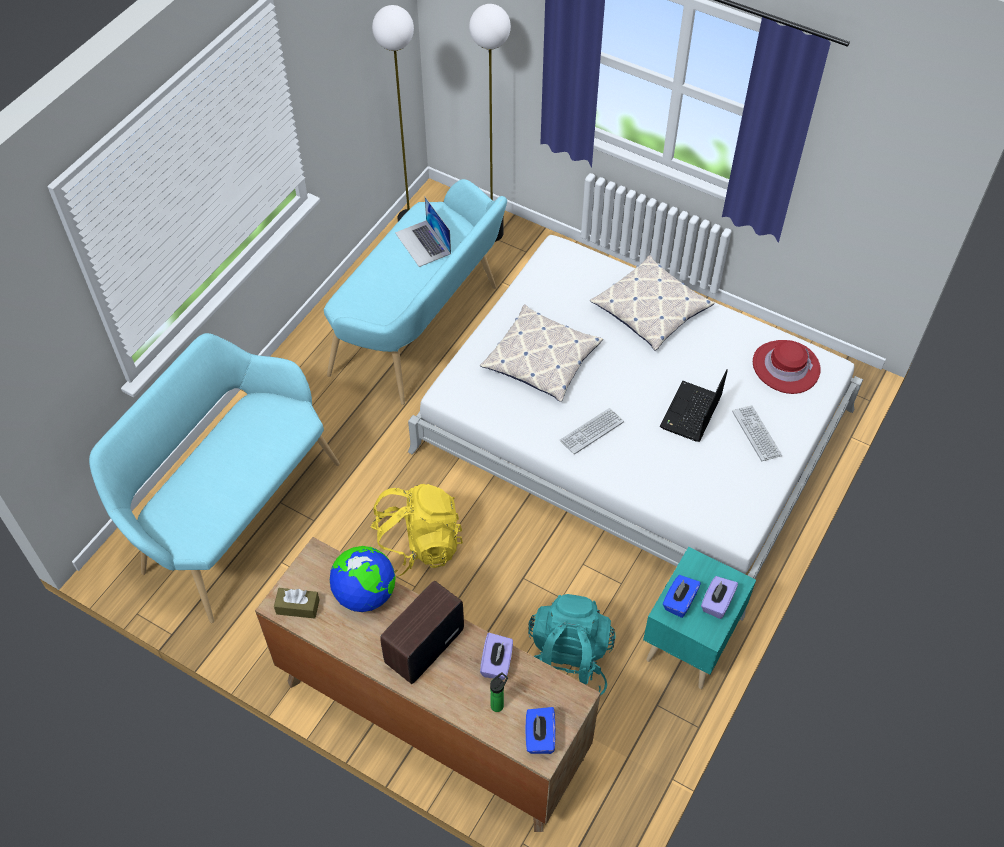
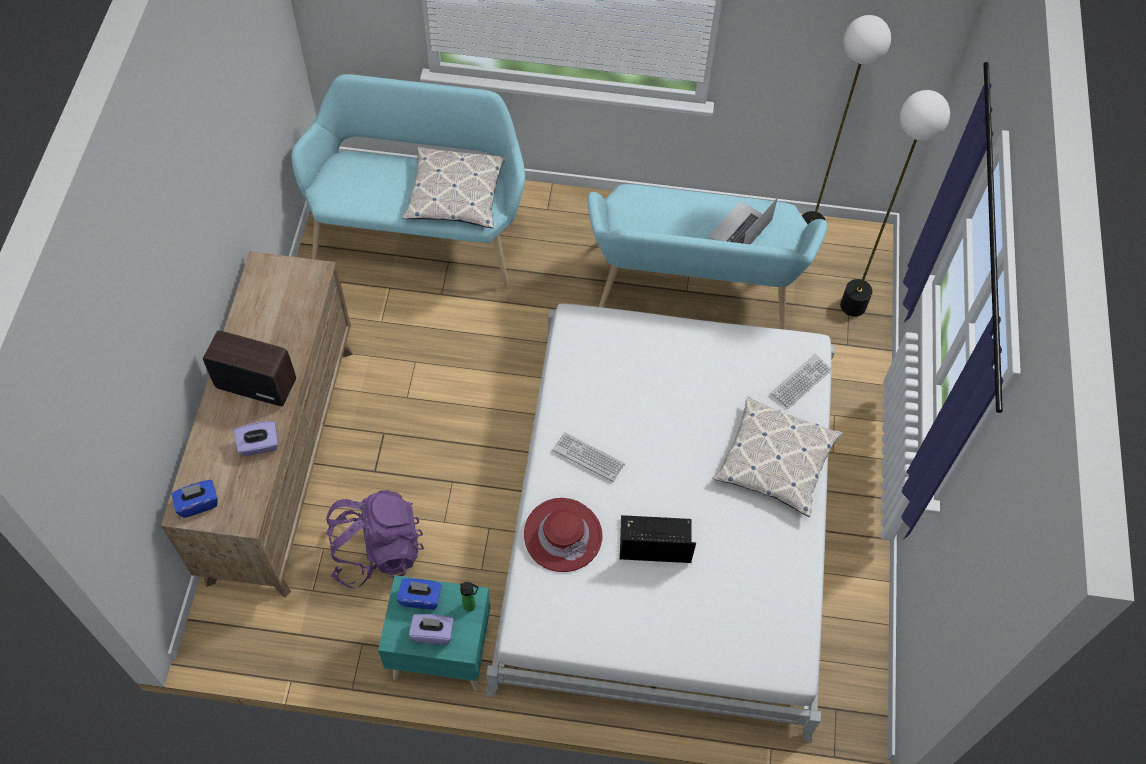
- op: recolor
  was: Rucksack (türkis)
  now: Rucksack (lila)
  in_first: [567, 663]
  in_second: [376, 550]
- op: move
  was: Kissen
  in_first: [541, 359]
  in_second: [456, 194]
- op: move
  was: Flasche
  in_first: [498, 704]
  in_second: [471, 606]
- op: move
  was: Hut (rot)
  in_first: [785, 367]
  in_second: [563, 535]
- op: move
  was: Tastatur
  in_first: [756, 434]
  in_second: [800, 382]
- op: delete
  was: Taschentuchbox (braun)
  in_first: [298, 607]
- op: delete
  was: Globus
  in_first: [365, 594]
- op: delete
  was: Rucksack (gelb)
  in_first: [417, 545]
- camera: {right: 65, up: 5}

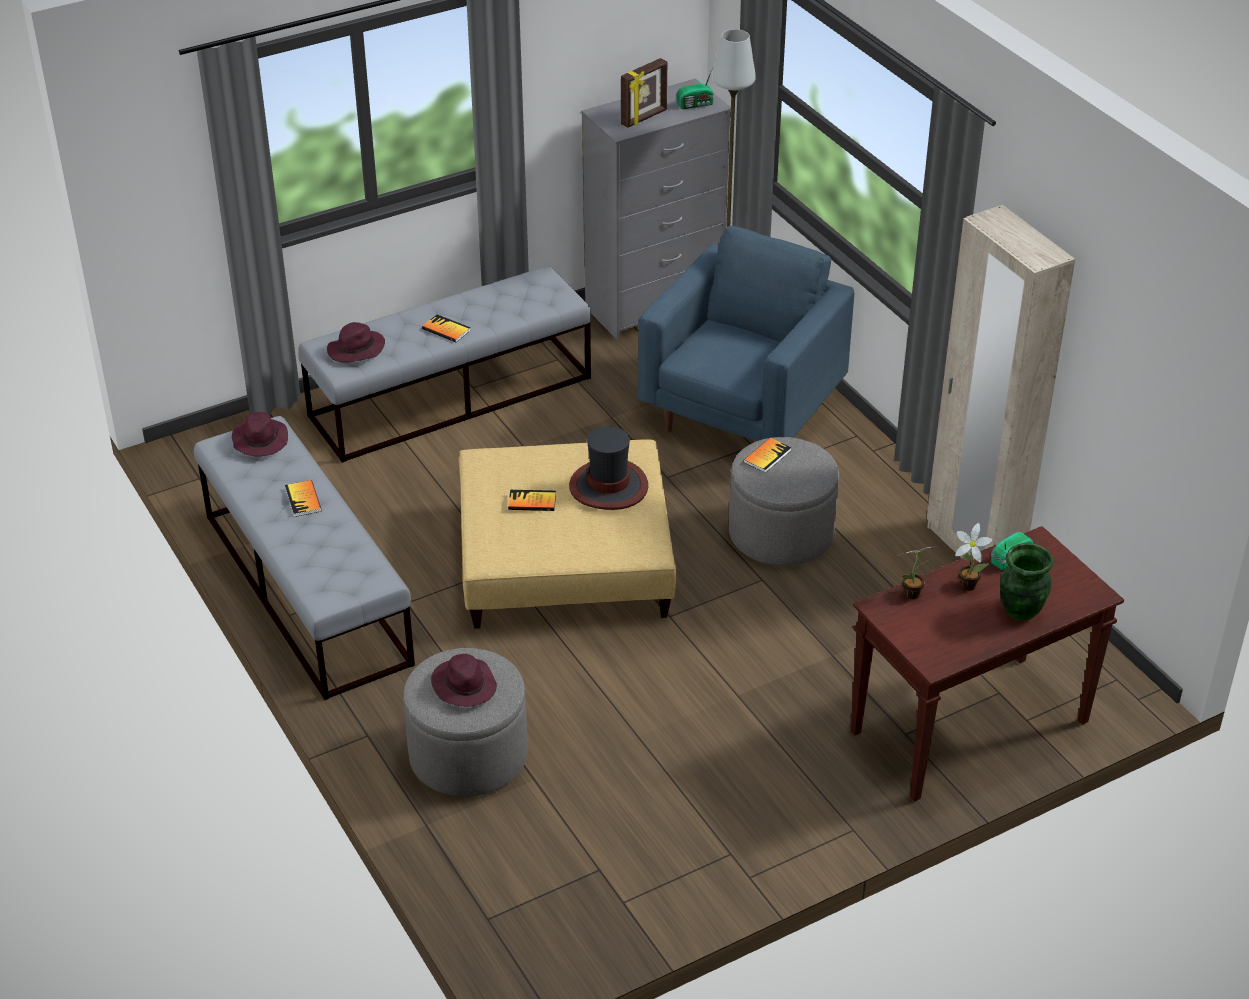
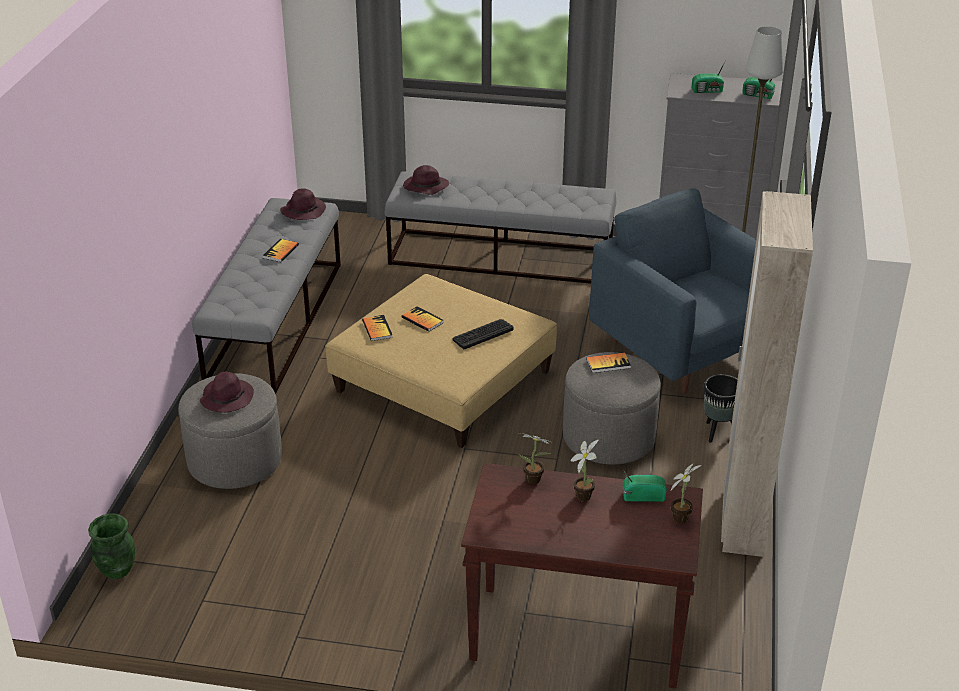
- op: move
  was: Vase (grün)
  in_first: [1020, 611]
  in_second: [116, 570]
- op: move
  was: Buch
  in_first: [446, 330]
  in_second: [377, 329]
- op: replace
  was: Hut
  now: Tastatur
  in_first: [609, 486]
  in_second: [482, 334]
- op: rotate
  was: Sessel (blau)
  in_first: [742, 413]
  in_second: [681, 351]
  clockwise: -105
- op: insert
  now: Topfpflanze
  in_second: [681, 517]
- op: replace
  was: Bilderrahmen
  now: Radio
  in_first: [644, 118]
  in_second: [708, 91]
- op: insert
  now: Pflanzkübel (schwarz)
  in_second: [717, 432]
- camera: {right: 40, up: -5}

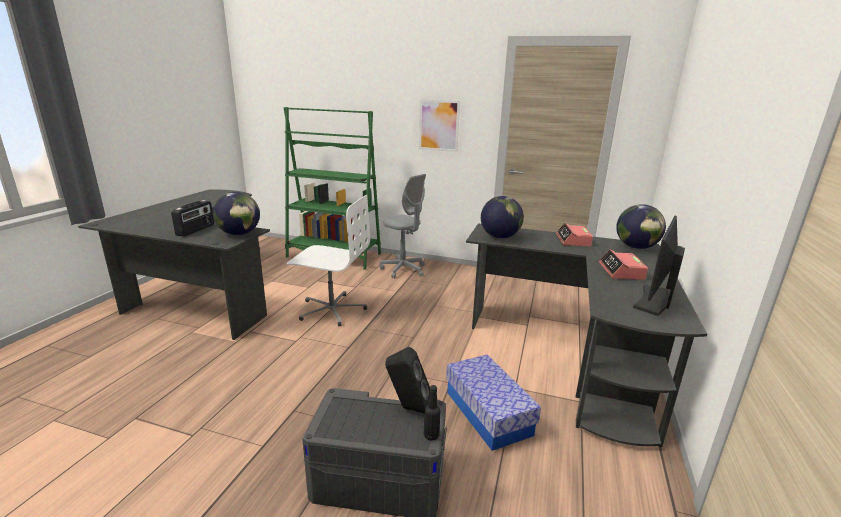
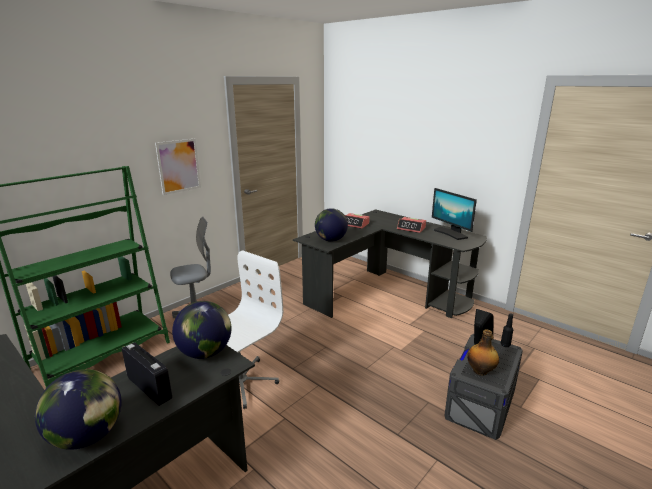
- op: move
  was: Globus
  in_first: [636, 247]
  in_second: [88, 436]
- op: insert
  now: Flasche
  in_second: [480, 371]
- op: delete
  was: Aufbewahrungsbox
  in_first: [488, 413]
- camera: {right: -65, up: 0}

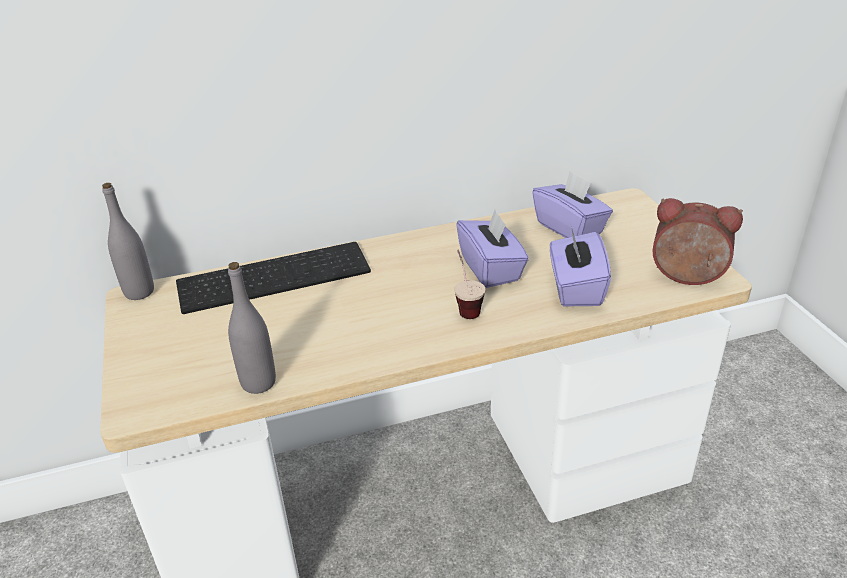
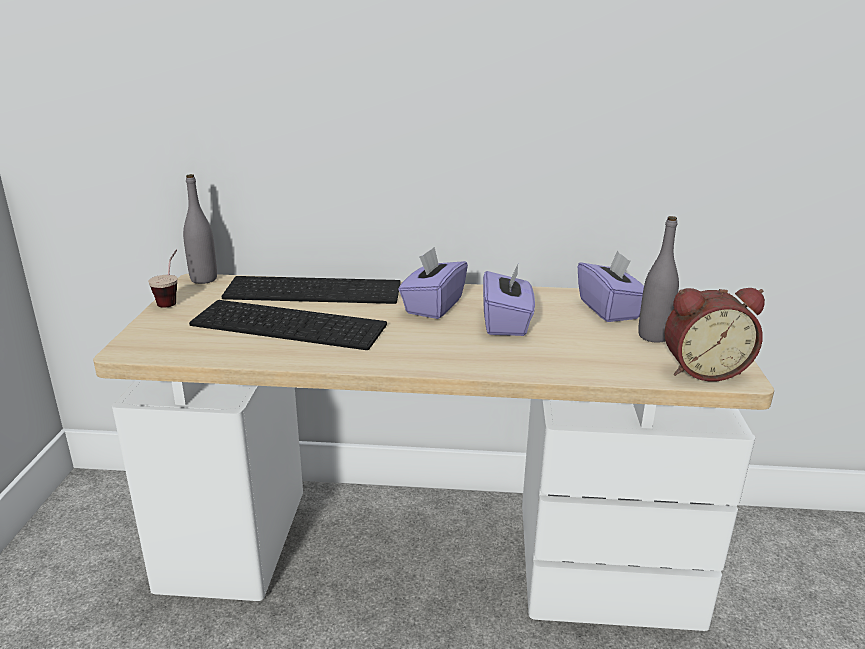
- op: move
  was: Tasse
  in_first: [466, 306]
  in_second: [171, 300]
- op: insert
  now: Tastatur
  in_second: [292, 324]
- op: move
  was: Taschentuchbox (lila)
  in_first: [575, 288]
  in_second: [433, 306]
- op: move
  was: Flasche (grau)
  in_first: [258, 383]
  in_second: [653, 336]
- op: rotate
  was: Wecker
  in_first: [686, 278]
  in_second: [703, 369]
  clockwise: 135
- camera: {right: 20, up: -10}

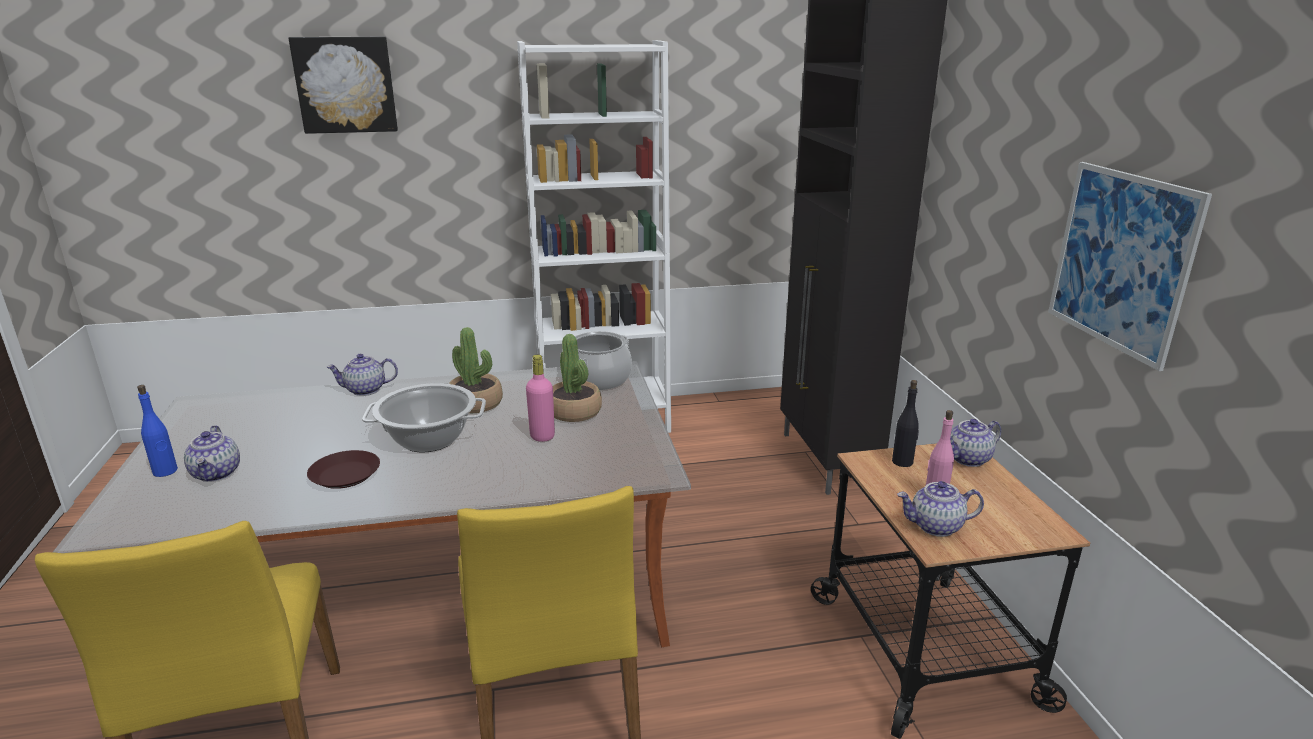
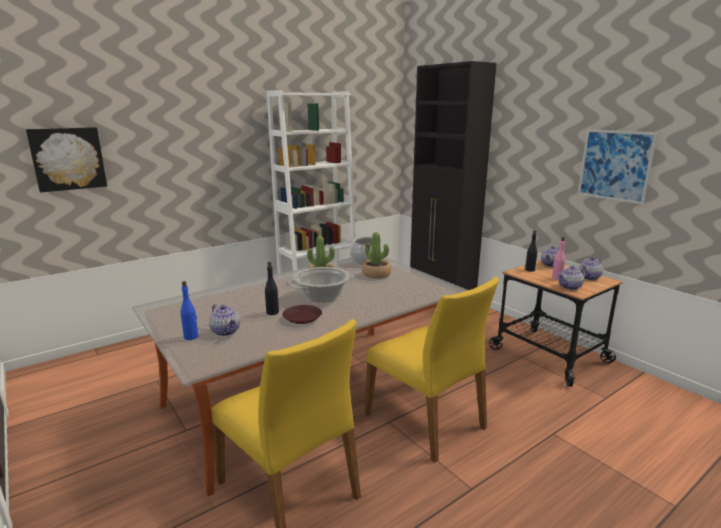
- op: move
  was: Bild
  in_first: [345, 85]
  in_second: [68, 158]
- op: insert
  now: Flasche (schwarz)
  in_second: [272, 312]
- op: move
  was: Teekanne
  in_first: [365, 390]
  in_second: [589, 277]
- op: delete
  was: Flasche (rosa)
  in_first: [542, 436]
- camera: {right: -25, up: -5}

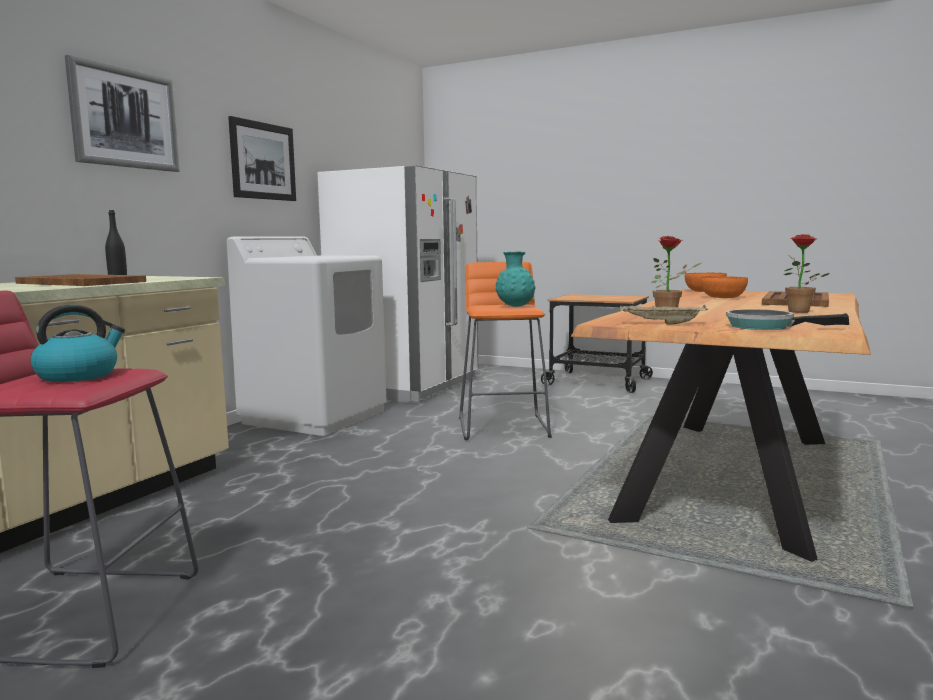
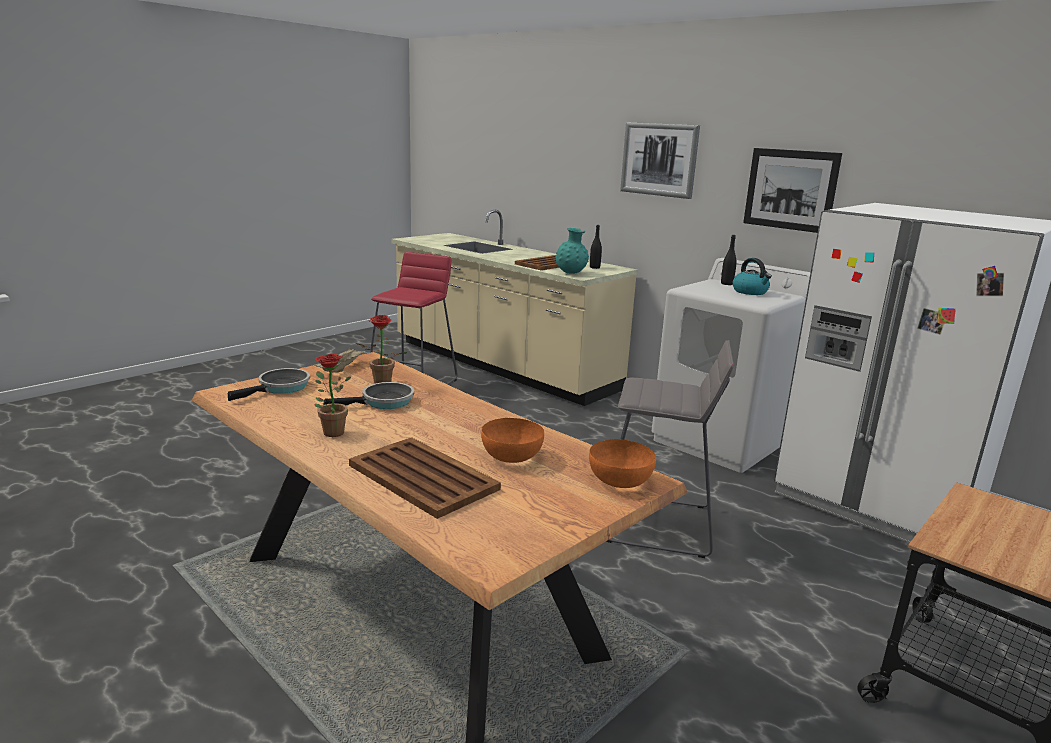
- op: insert
  now: Pfanne
  in_second: [383, 402]
- op: move
  was: Vase (türkis)
  in_first: [515, 306]
  in_second: [571, 273]
- op: recolor
  was: Hocker (orange)
  now: Hocker (grau)
  in_first: [504, 427]
  in_second: [658, 524]
- op: insert
  now: Flasche (schwarz)
  in_second: [726, 284]
- op: move
  was: Wasserkessel
  in_first: [79, 375]
  in_second: [750, 292]
- camera: {right: 105, up: 10}

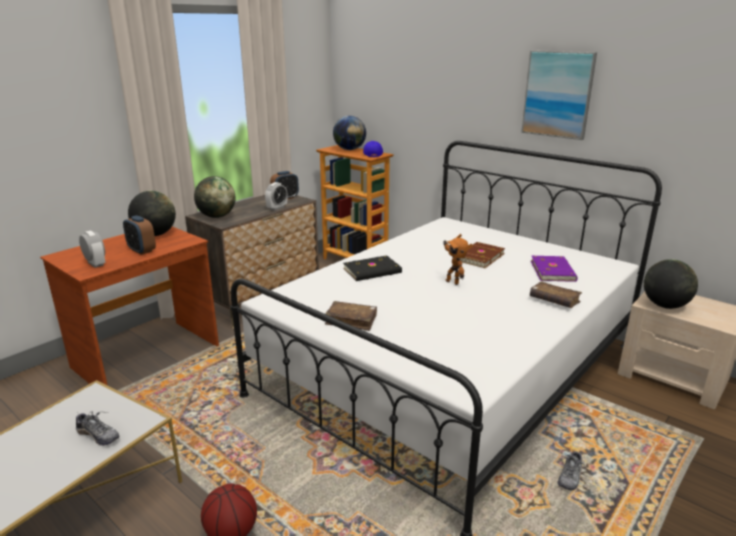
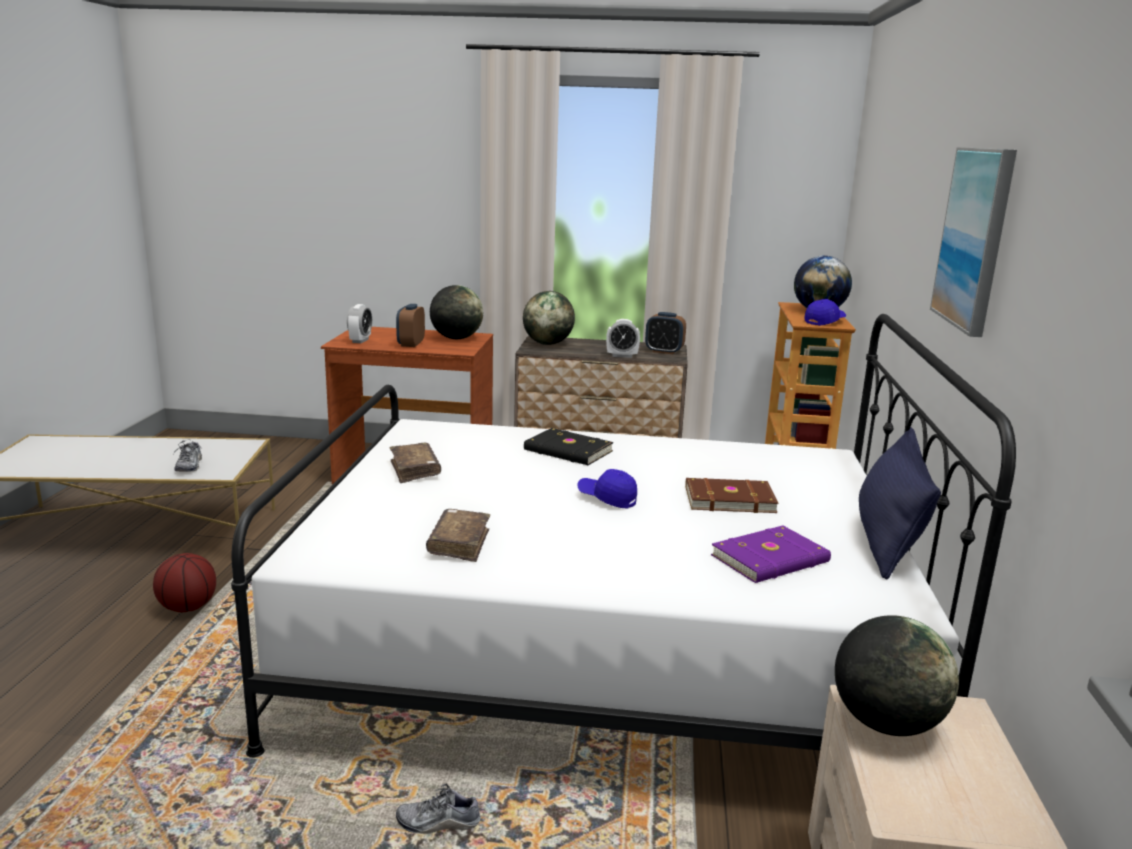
- op: move
  was: Buch (braun)
  in_first: [554, 301]
  in_second: [459, 544]
- op: replace
  was: Spielzeugroboter
  now: Kappe (blau)
  in_first: [453, 282]
  in_second: [607, 499]
- op: insert
  now: Kissen (blau)
  in_second: [888, 539]
- camera: {right: 55, up: -5}

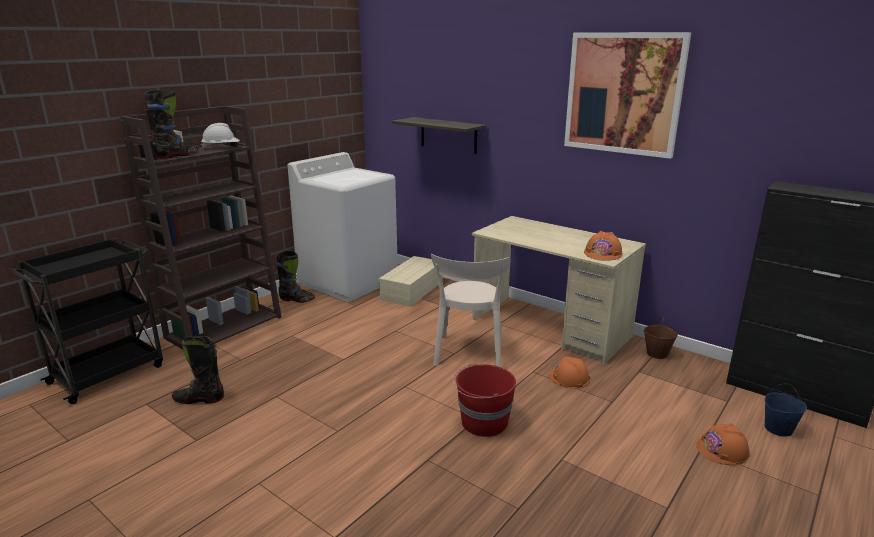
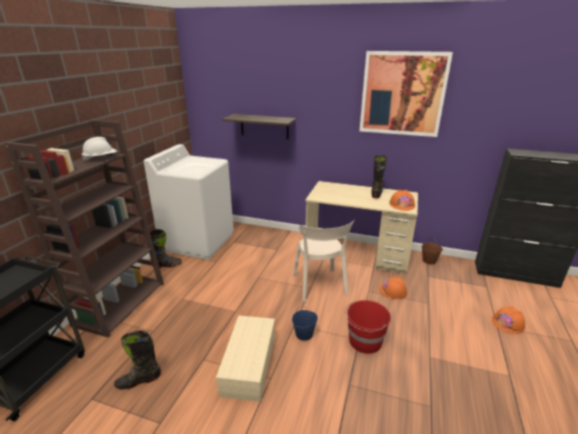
- op: move
  was: Aufbewahrungsbox (beige)
  in_first: [412, 290]
  in_second: [248, 363]
- op: move
  was: Eimer (blau)
  in_first: [778, 429]
  in_second: [304, 334]
- op: move
  was: Stiefel (schwarz)
  in_first: [177, 155]
  in_second: [376, 194]
- camera: {right: -20, up: 5}

